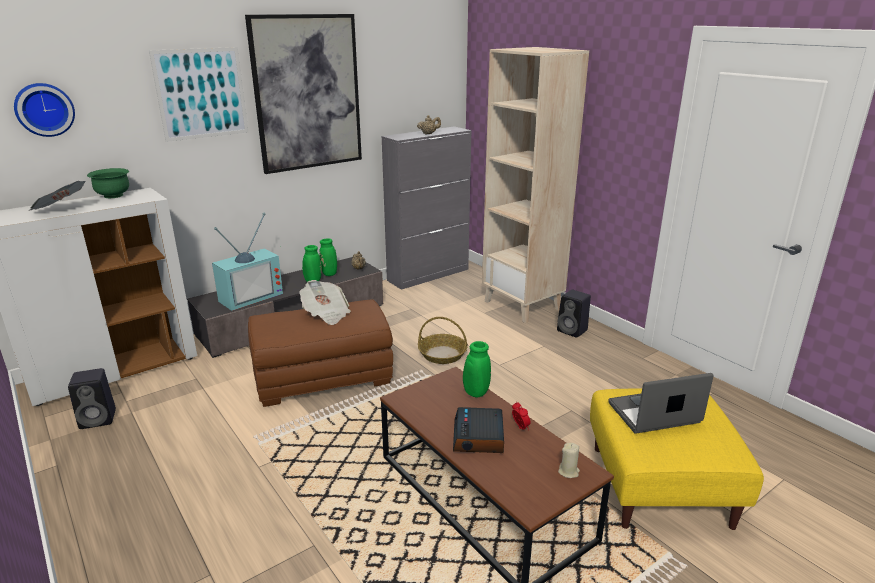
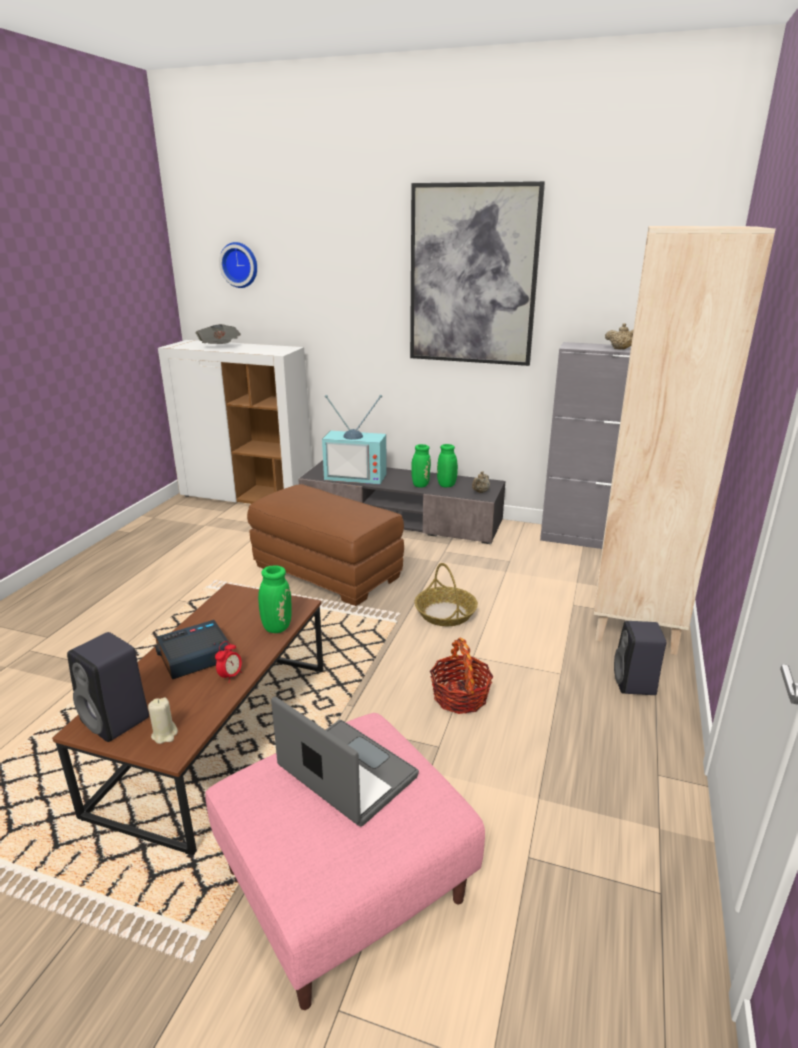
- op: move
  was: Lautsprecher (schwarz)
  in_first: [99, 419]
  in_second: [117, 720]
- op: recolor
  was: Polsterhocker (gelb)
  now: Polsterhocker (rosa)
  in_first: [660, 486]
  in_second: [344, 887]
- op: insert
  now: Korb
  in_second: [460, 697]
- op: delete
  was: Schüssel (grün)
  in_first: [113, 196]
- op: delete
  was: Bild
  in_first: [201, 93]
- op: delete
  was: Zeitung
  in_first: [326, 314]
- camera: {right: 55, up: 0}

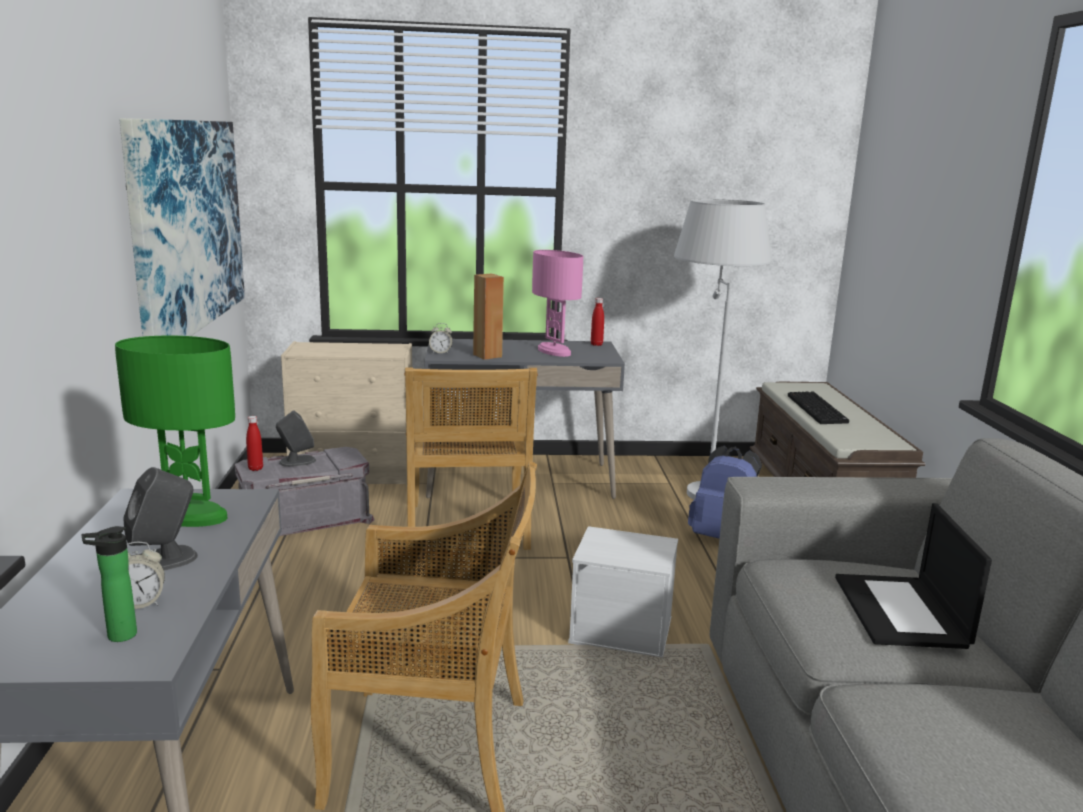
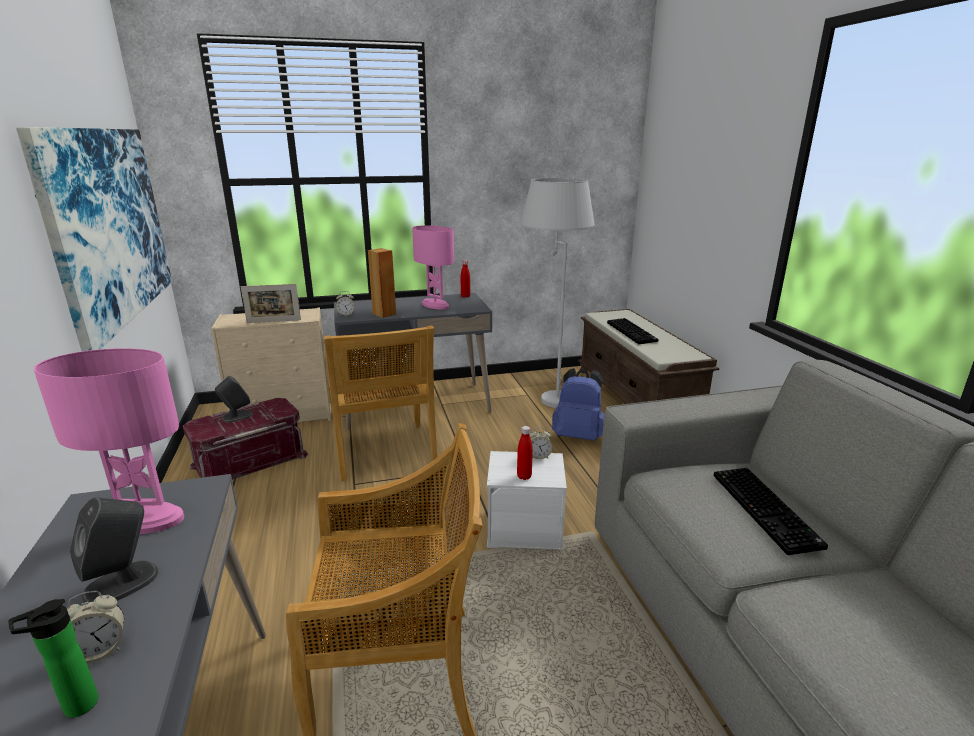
- op: recolor
  was: Tischlampe (grün)
  now: Tischlampe (rosa)
  in_first: [188, 517]
  in_second: [143, 521]
- op: recolor
  was: Aufbewahrungsbox (grau)
  now: Aufbewahrungsbox (rot)
  in_first: [305, 518]
  in_second: [249, 460]
- op: insert
  now: Bilderrahmen
  in_second: [274, 321]
- op: move
  was: Flasche (rot)
  in_first: [255, 468]
  in_second: [524, 476]
- op: insert
  now: Wecker
  in_second: [539, 456]
- op: replace
  was: Laptop
  now: Tastatur
  in_first: [902, 612]
  in_second: [767, 510]
- camera: {right: -10, up: 5}

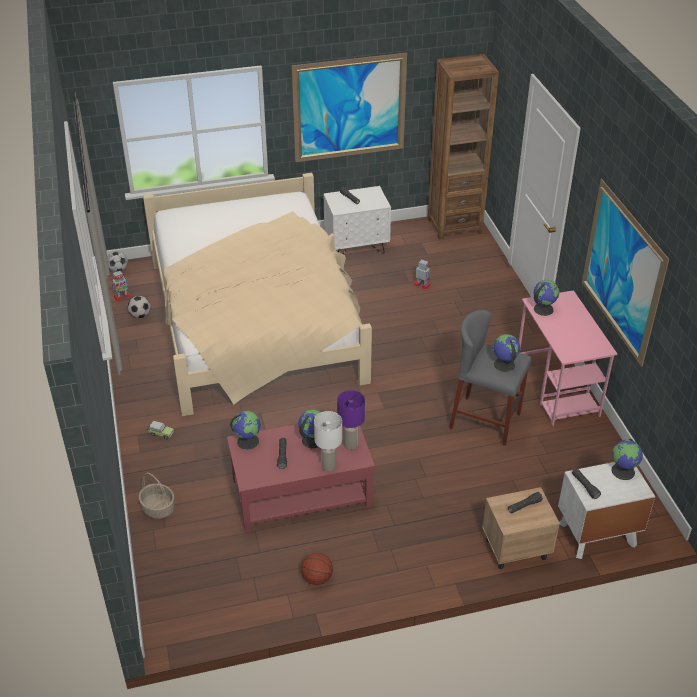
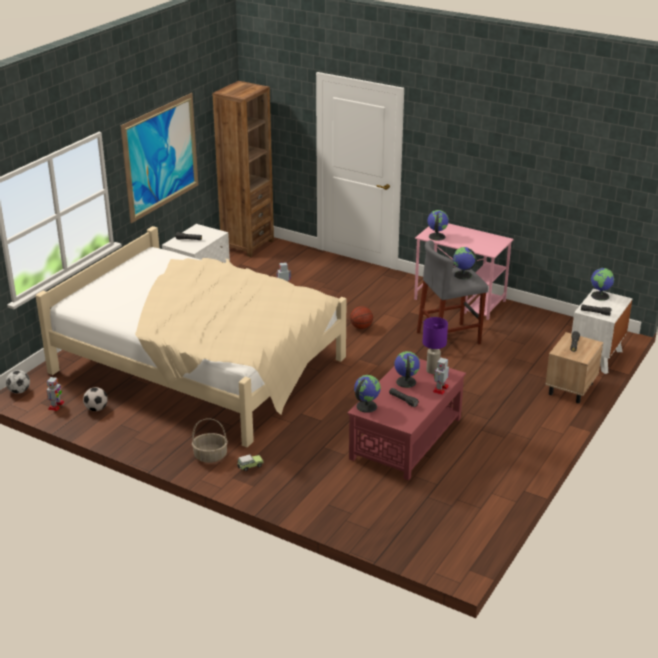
- op: move
  was: Korb
  in_first: [158, 508]
  in_second: [210, 456]
- op: move
  was: Basketball
  in_first: [317, 578]
  in_second: [361, 327]
- op: replace
  was: Tischlampe (weiß)
  now: Spielzeugroboter
  in_first: [328, 466]
  in_second: [440, 389]
- op: delete
  was: Bild
  in_first: [622, 271]
- camera: {right: -45, up: -10}

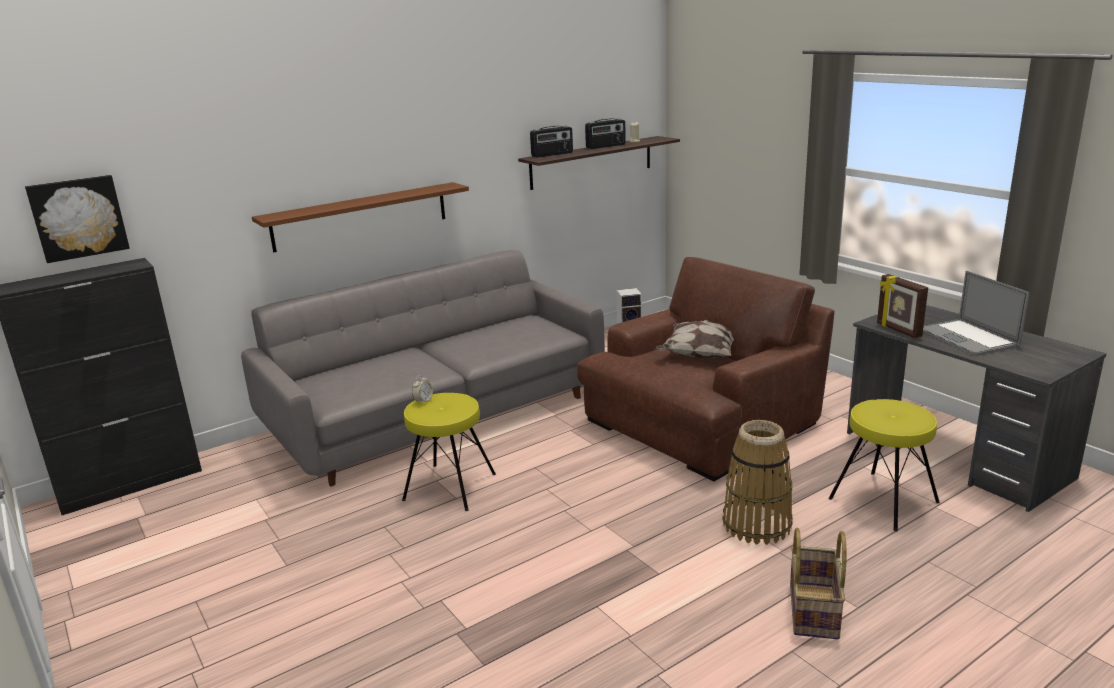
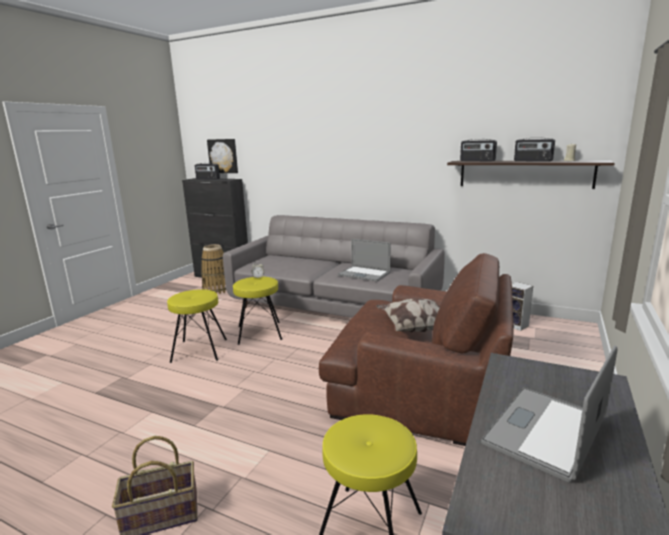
- op: insert
  now: Hocker (gelb)
  in_second: [200, 350]
- op: insert
  now: Radio
  in_second: [207, 179]
- op: move
  was: Korb
  in_first: [756, 524]
  in_second: [217, 289]
- op: insert
  now: Laptop
  in_second: [364, 274]
- op: delete
  was: Wandregal (braun)
  in_first: [361, 216]
- op: delete
  was: Bilderrahmen
  in_first: [898, 330]
- camera: {right: 60, up: -5}

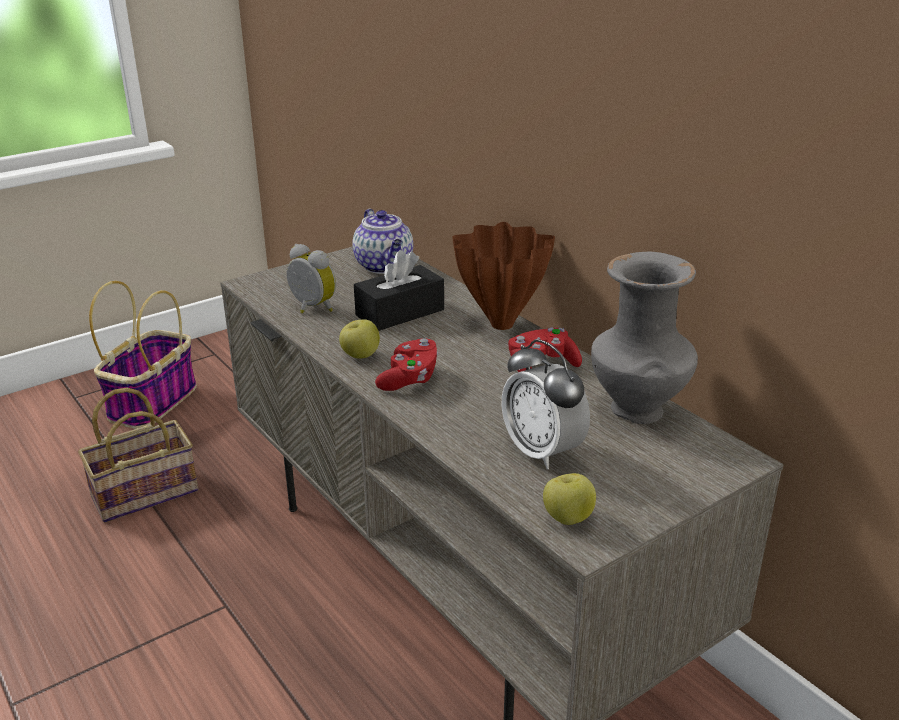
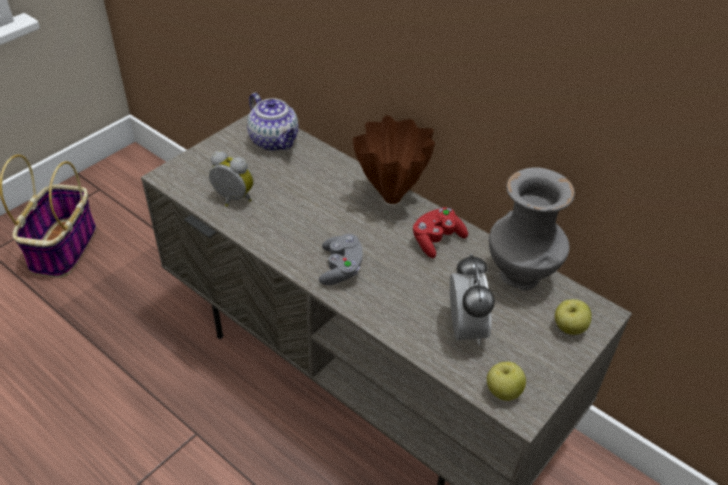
- op: recolor
  was: Gamepad (rot)
  now: Gamepad (grau)
  in_first: [409, 379]
  in_second: [341, 268]
- op: rotate
  was: Wecker
  in_first: [542, 452]
  in_second: [465, 329]
  clockwise: -135
- op: move
  was: Apfel
  in_first: [360, 356]
  in_second: [569, 328]
- op: delete
  was: Korb
  in_first: [147, 491]
- op: delete
  was: Taschentuchbox (schwarz)
  in_first: [400, 312]
- camera: {right: -15, up: 15}

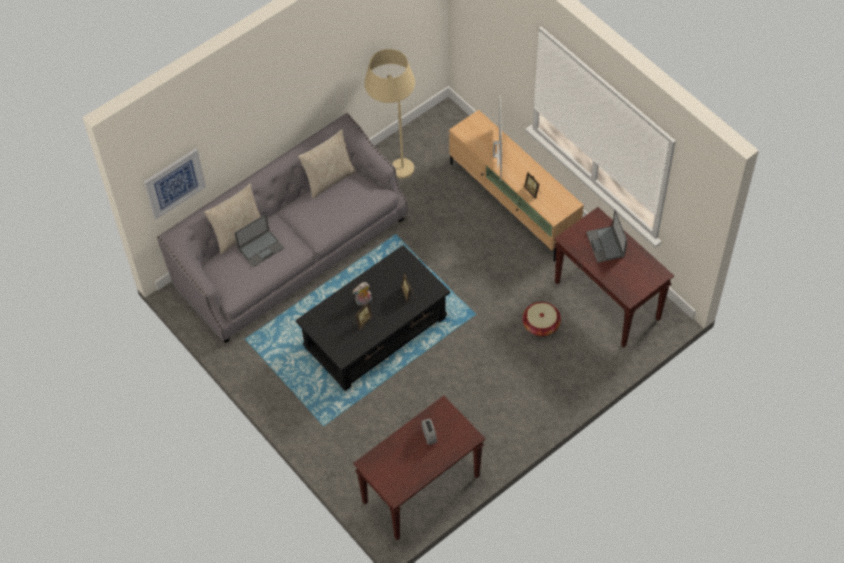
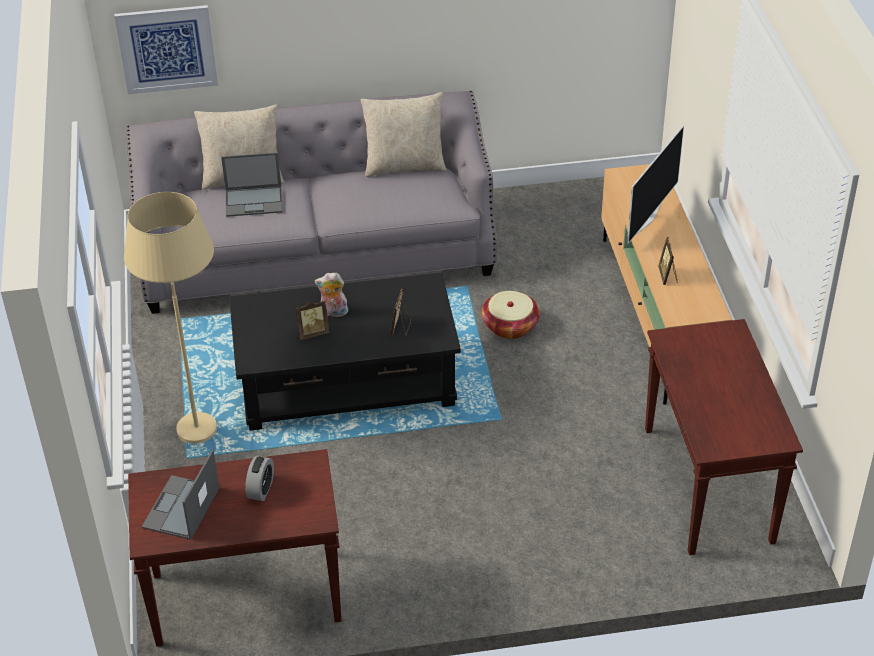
- op: move
  was: Stehlampe (beige)
  in_first: [394, 161]
  in_second: [196, 414]
- op: move
  was: Laptop
  in_first: [605, 245]
  in_second: [181, 508]
- op: move
  was: Korb
  in_first: [541, 325]
  in_second: [510, 326]
- camera: {right: 30, up: -15}

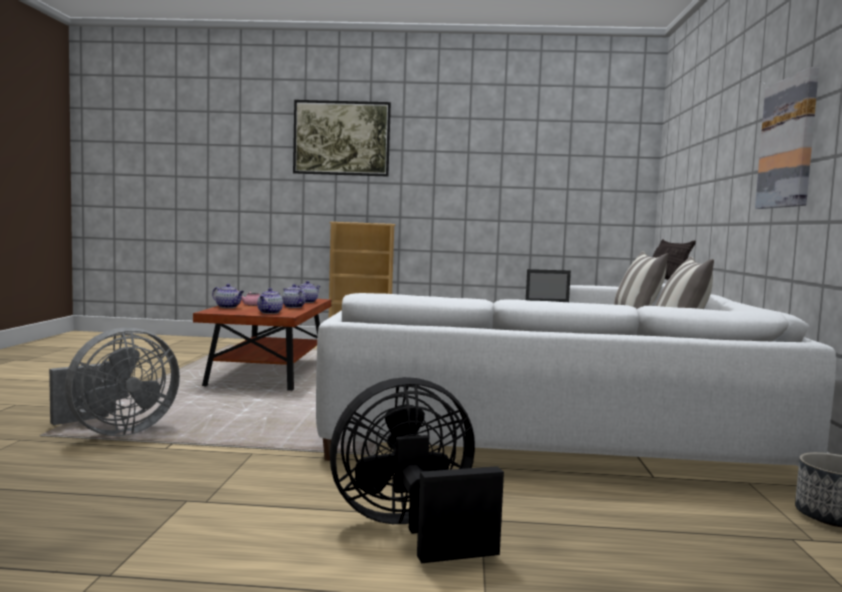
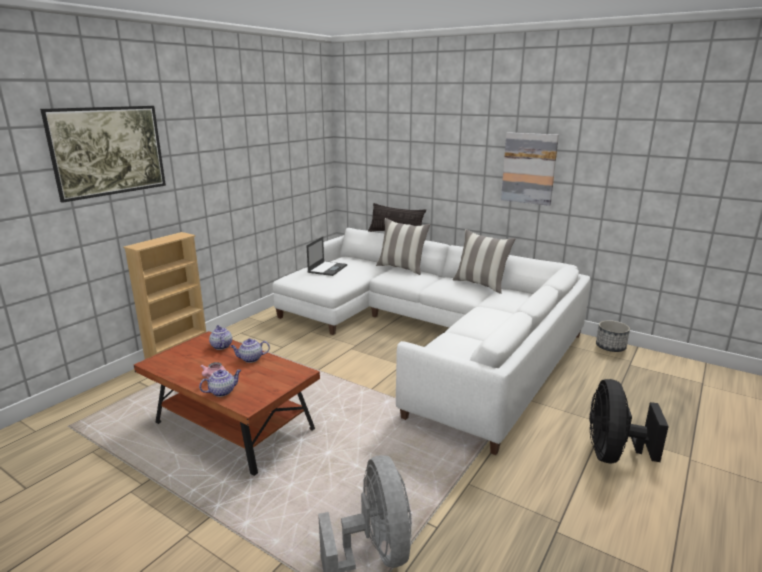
- op: delete
  was: Teekanne
  in_first: [270, 312]
- camera: {right: -60, up: 15}

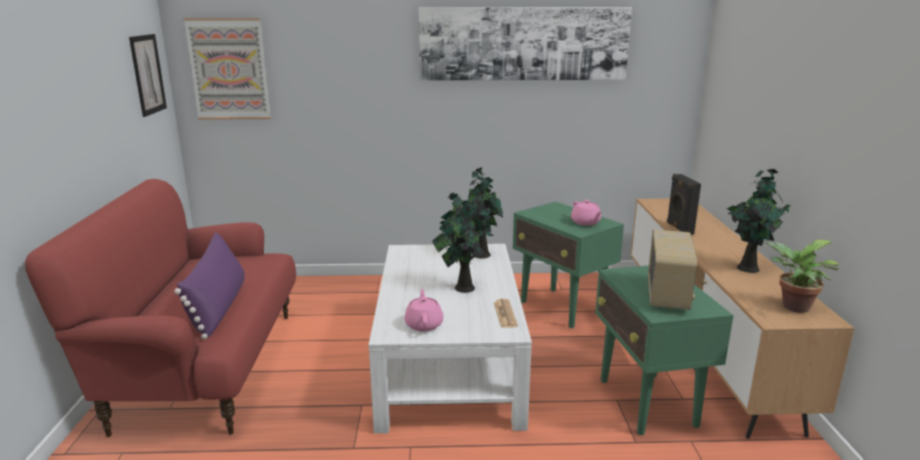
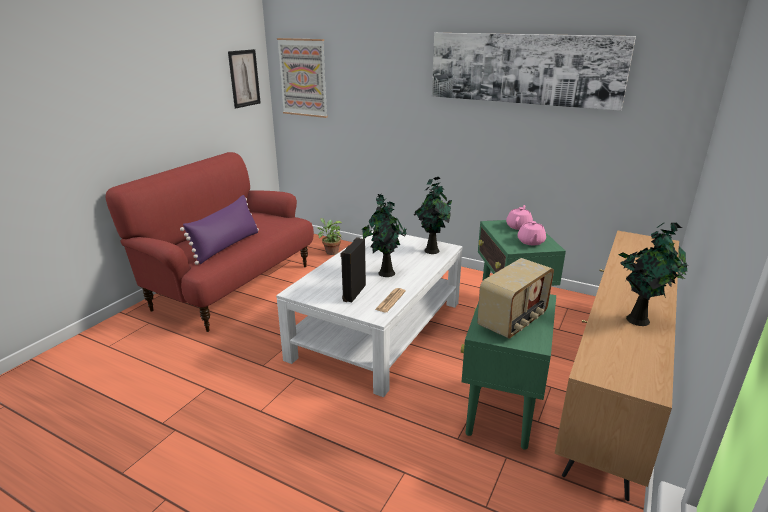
- op: move
  was: Topfpflanze
  in_first: [792, 307]
  in_second: [330, 252]
- op: move
  was: Lautsprecher (schwarz)
  in_first: [679, 228]
  in_second: [353, 293]
- op: move
  was: Teekanne (rosa)
  in_first: [424, 324]
  in_second: [519, 226]
- camera: {right: 30, up: 5}

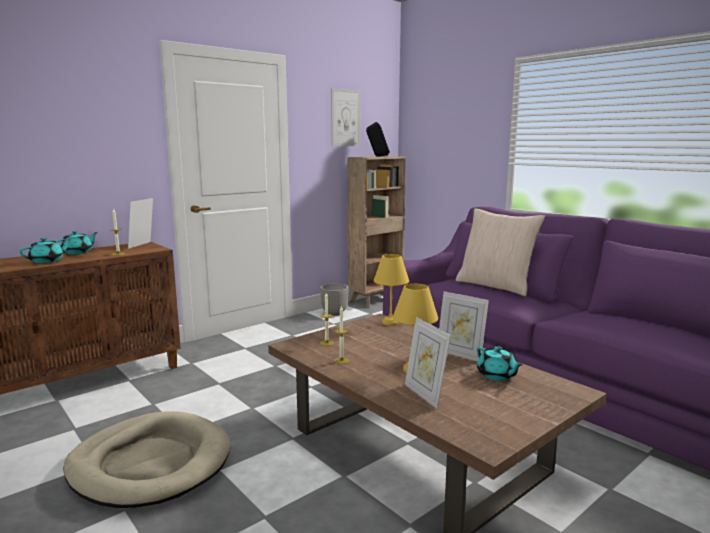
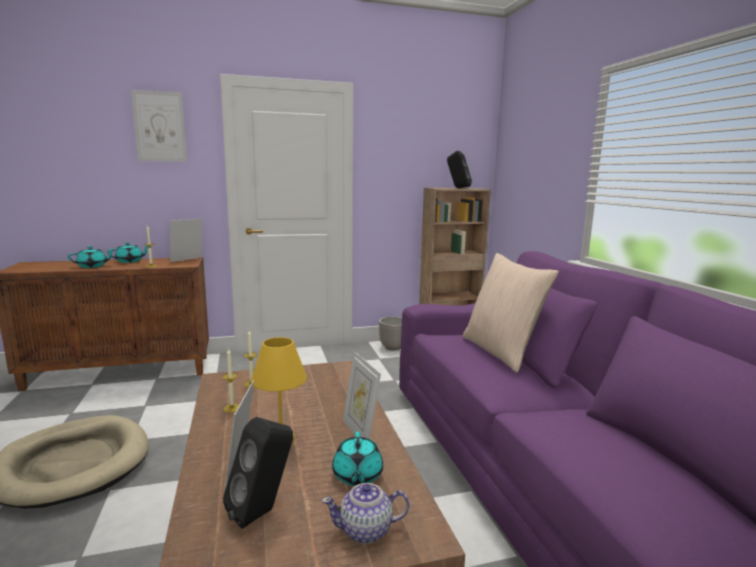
- op: move
  was: Bild
  in_first: [346, 117]
  in_second: [159, 126]
- op: insert
  now: Lautsprecher (schwarz)
  in_second: [263, 512]
- op: insert
  now: Teekanne
  in_second: [366, 530]
- op: delete
  was: Tischlampe (gelb)
  in_first: [390, 323]
- camera: {right: 25, up: 0}

